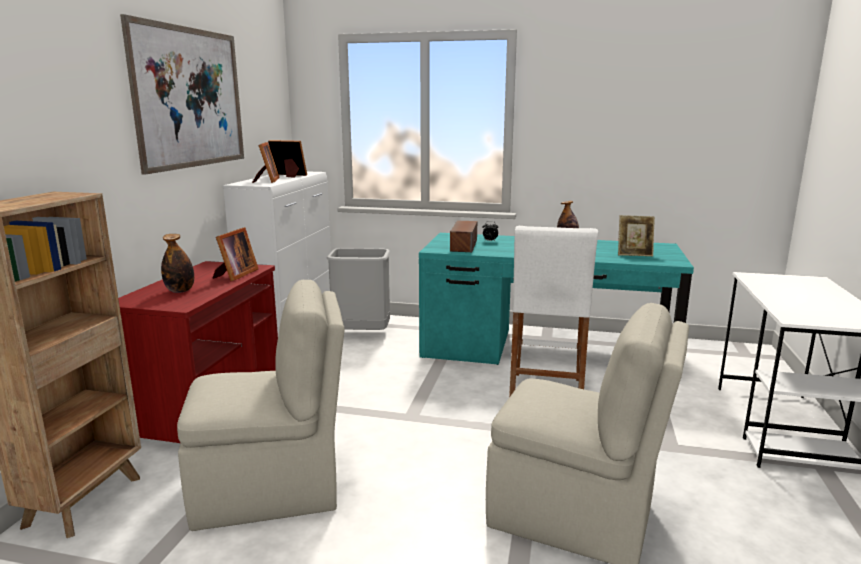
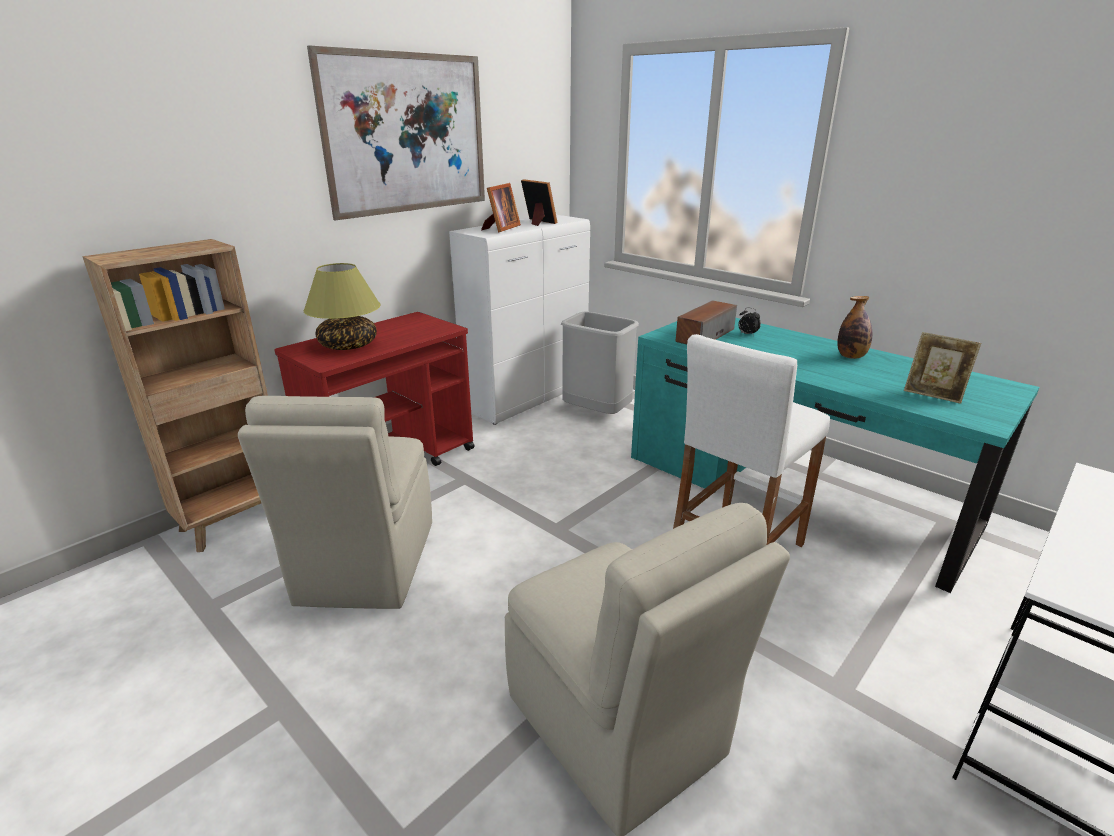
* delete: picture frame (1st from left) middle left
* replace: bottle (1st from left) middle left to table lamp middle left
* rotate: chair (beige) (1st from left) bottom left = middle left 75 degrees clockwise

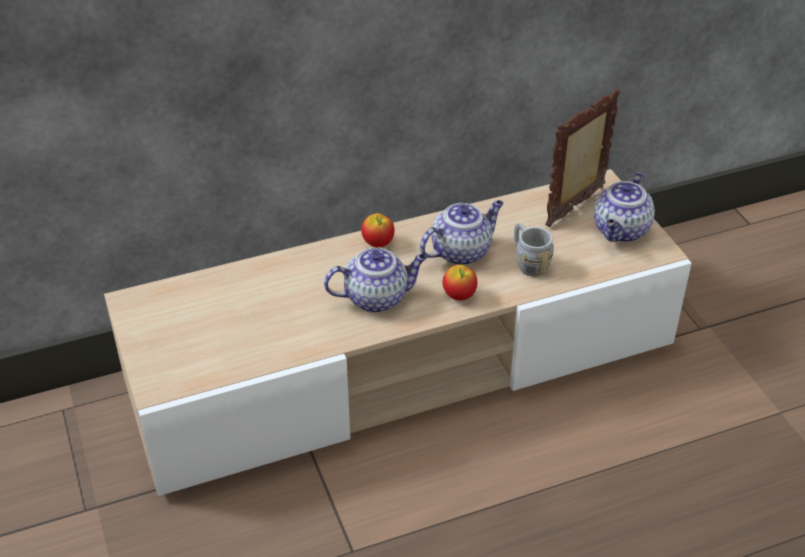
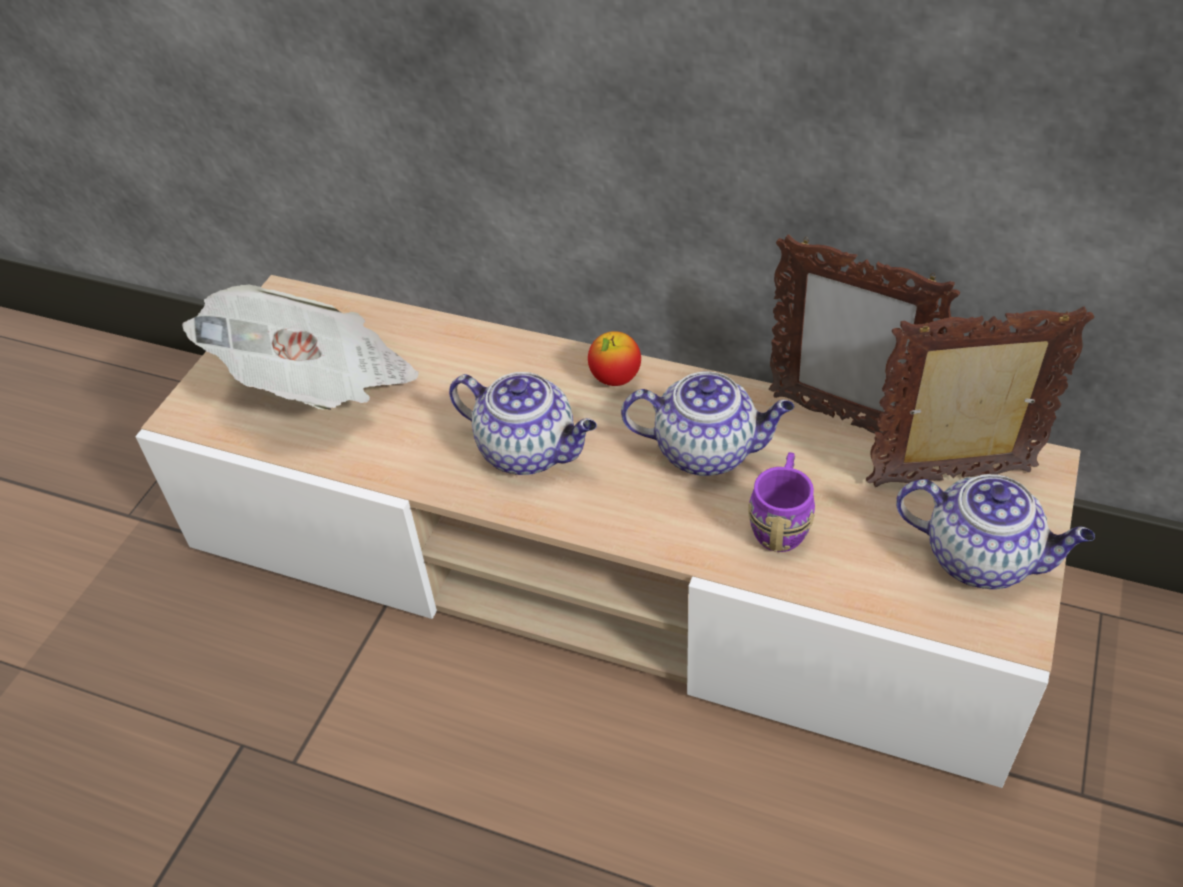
* rotate: teapot (3rd from left) middle right = middle right 135 degrees counterclockwise
* recolor: mug (grey) centre to mug (purple) centre
* delete: apple (2nd from left) centre
* insert: picture frame (1st from left) middle right
* insert: newspaper middle left

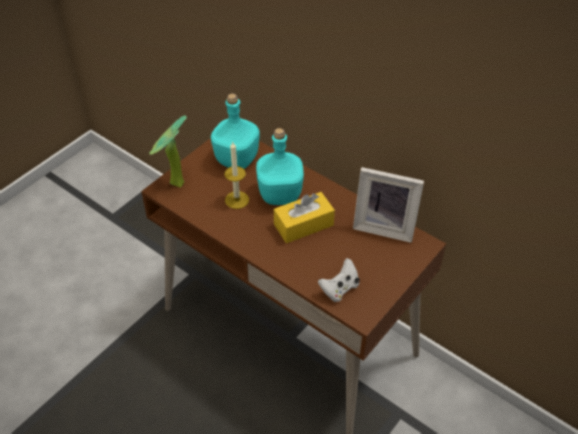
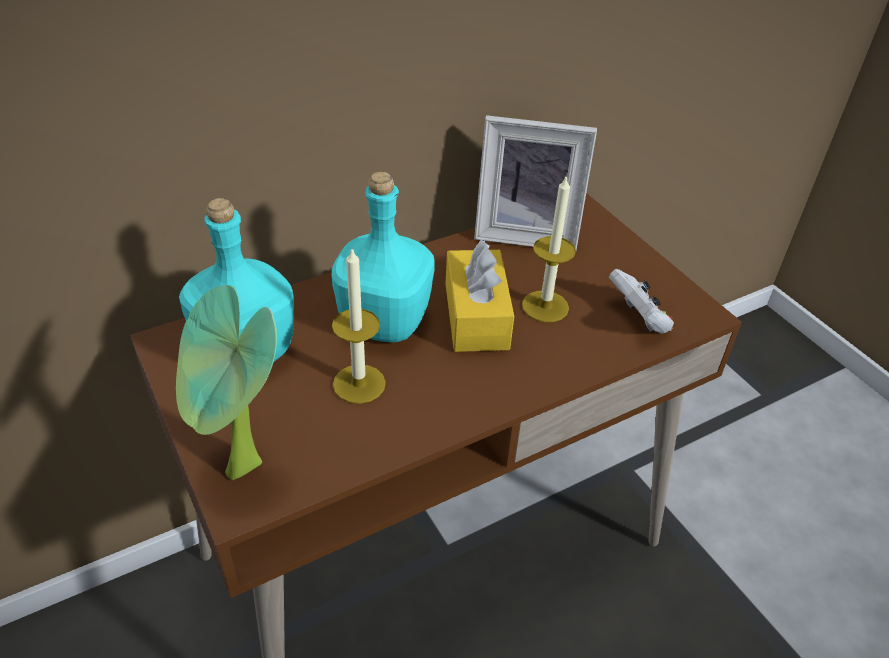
* rotate: picture frame middle right = top centre 60 degrees clockwise
* insert: candle (2nd from left) centre

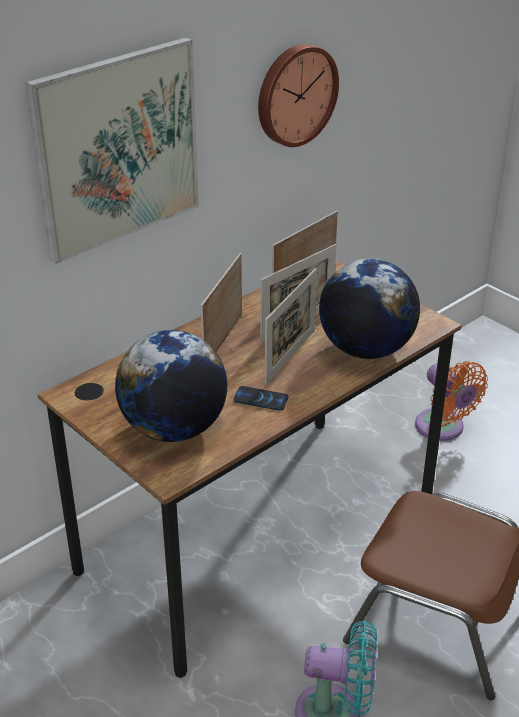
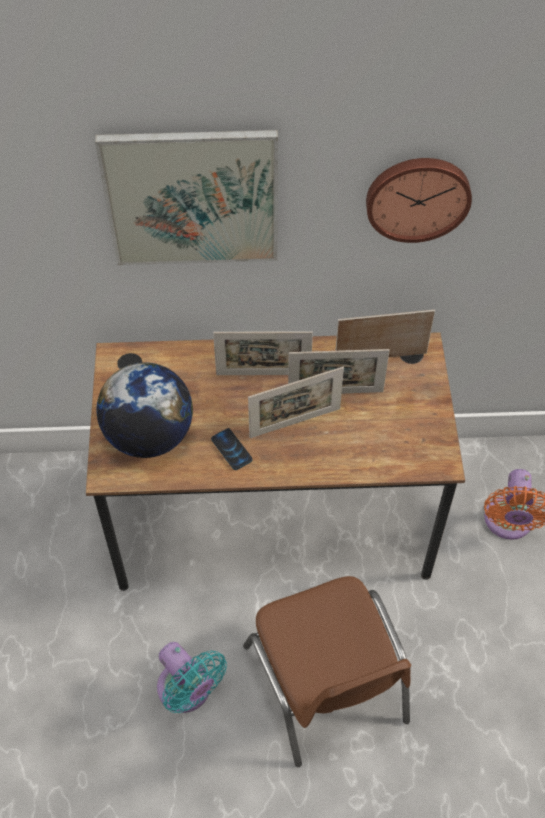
* rotate: picture frame (1st from left) centre = centre 150 degrees counterclockwise
* delete: globe (2nd from left) middle right

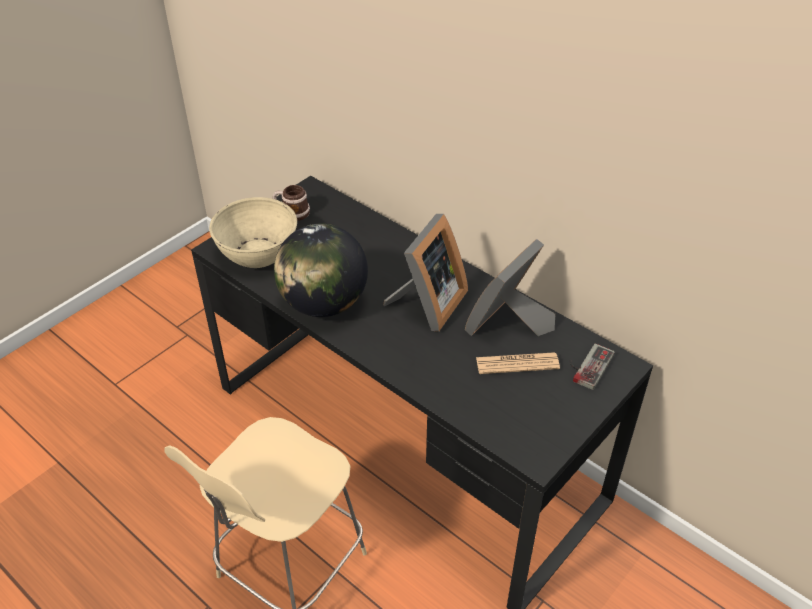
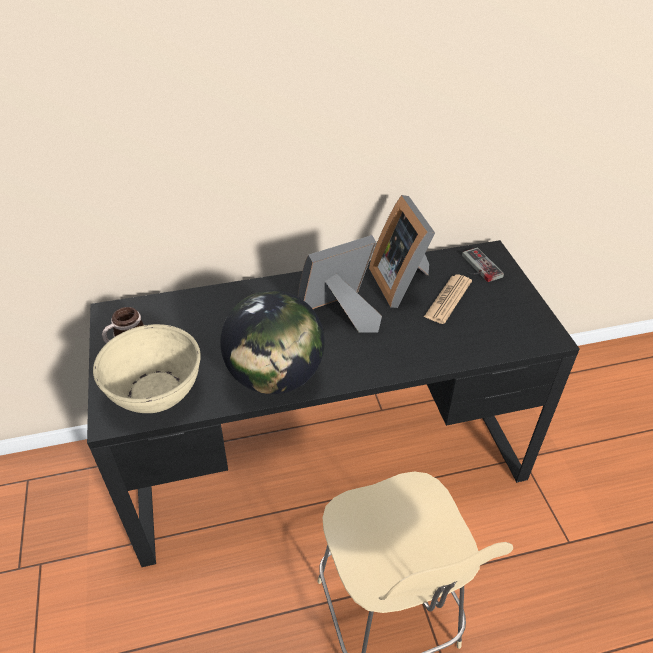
* rotate: picture frame (1st from left) centre = centre 90 degrees counterclockwise

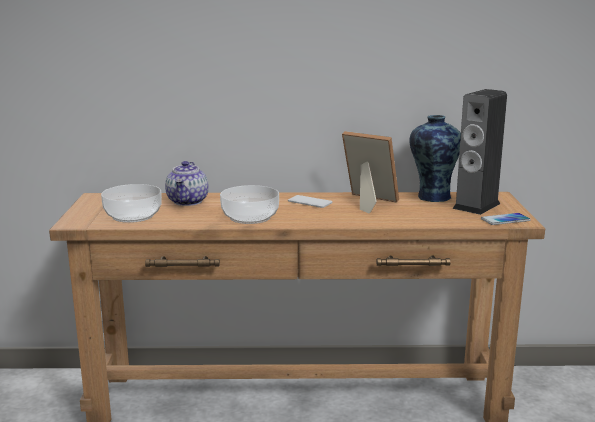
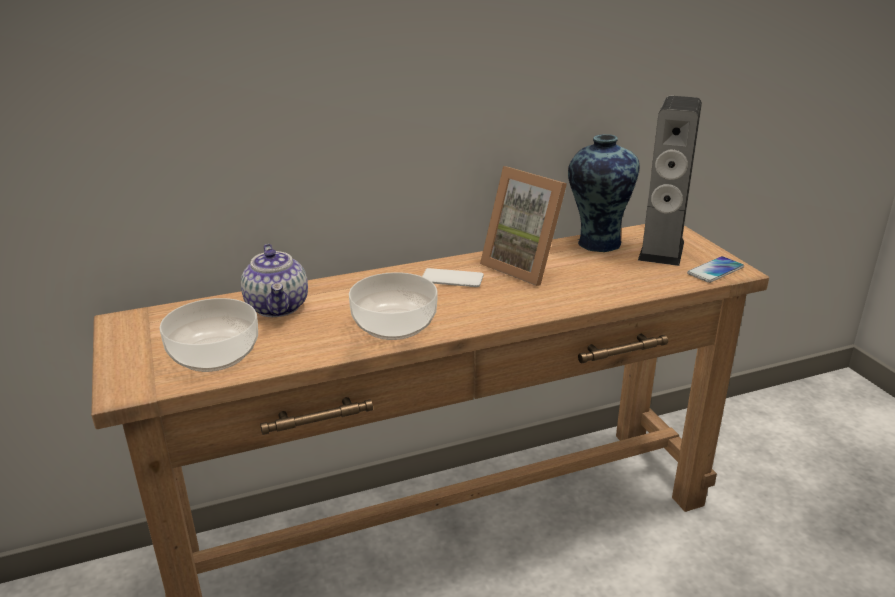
* rotate: picture frame centre = centre 150 degrees counterclockwise

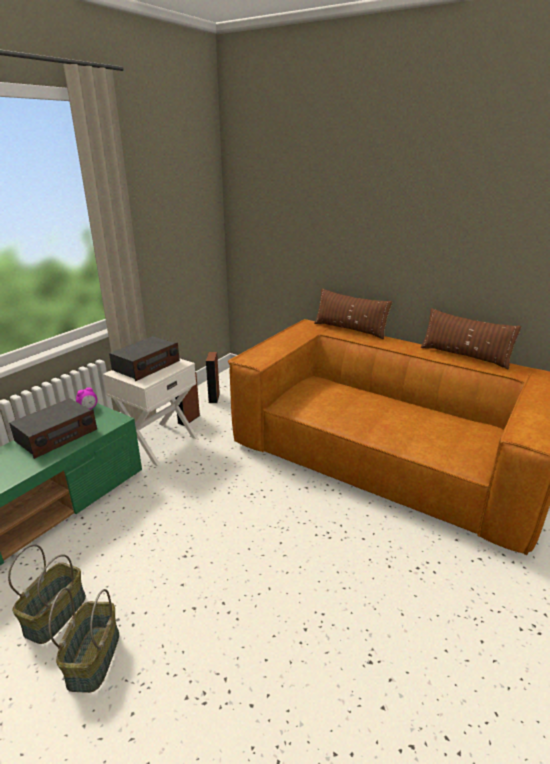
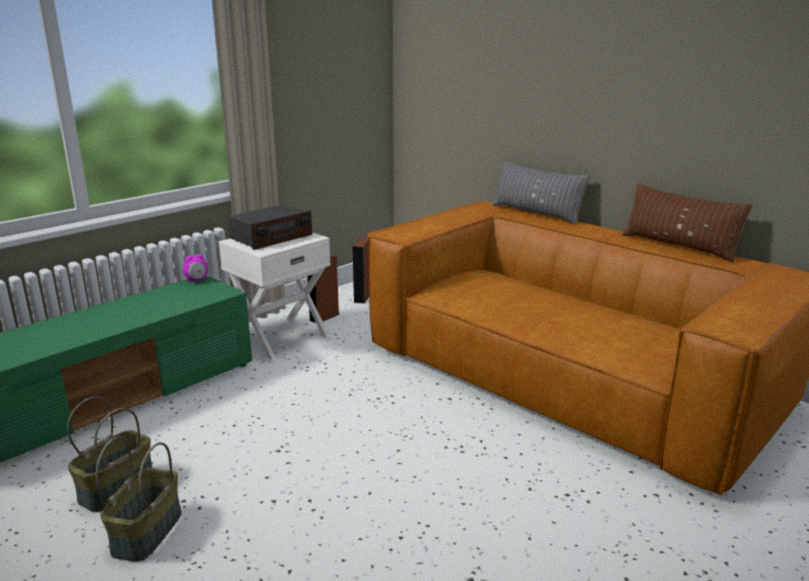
* recolor: pillow (brown) (1st from left) centre to pillow (grey) top right
* delete: radio (1st from left) middle left

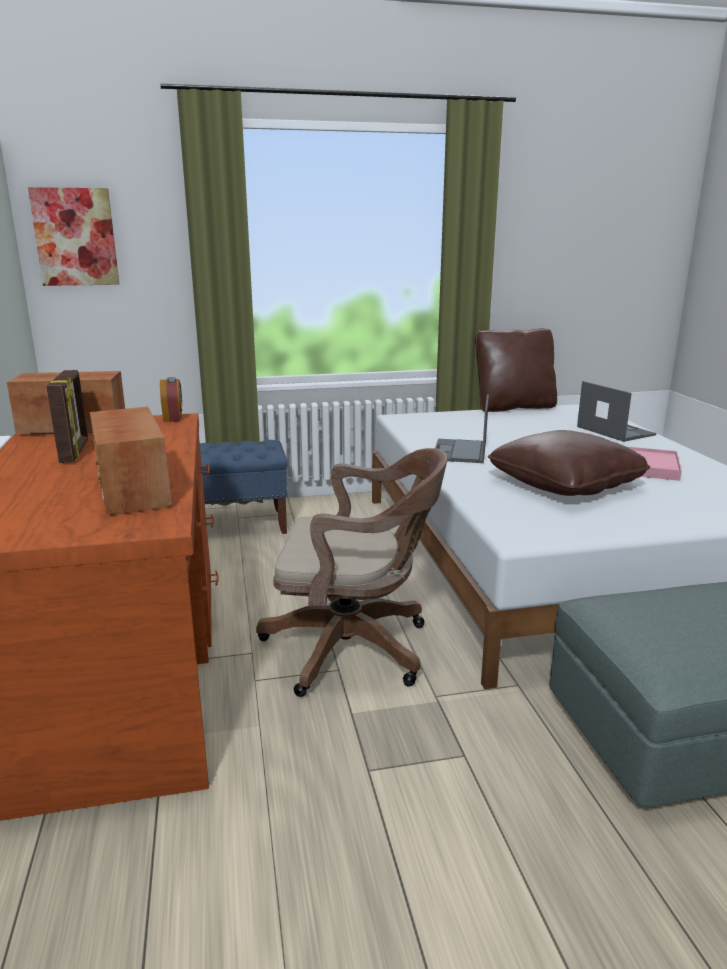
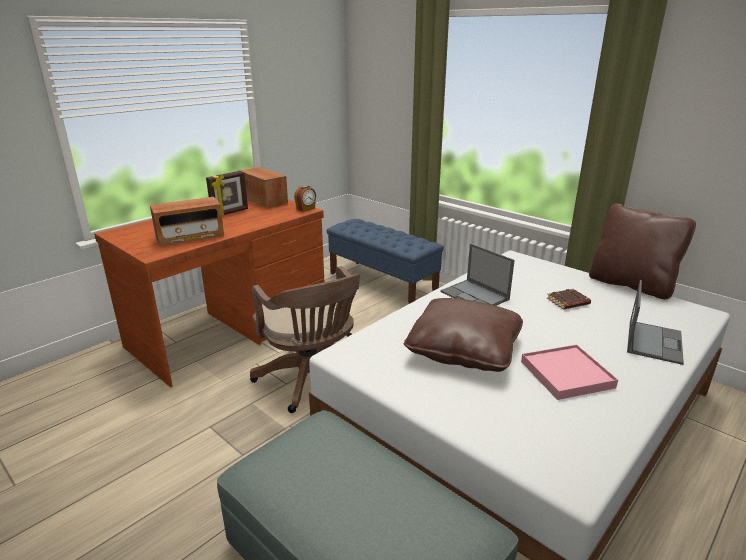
* delete: picture top left
* rotate: laptop (1st from left) centre = centre 105 degrees counterclockwise
* rotate: radio (2nd from left in the first image) middle left = middle left 150 degrees counterclockwise
* insert: book (brown) middle right

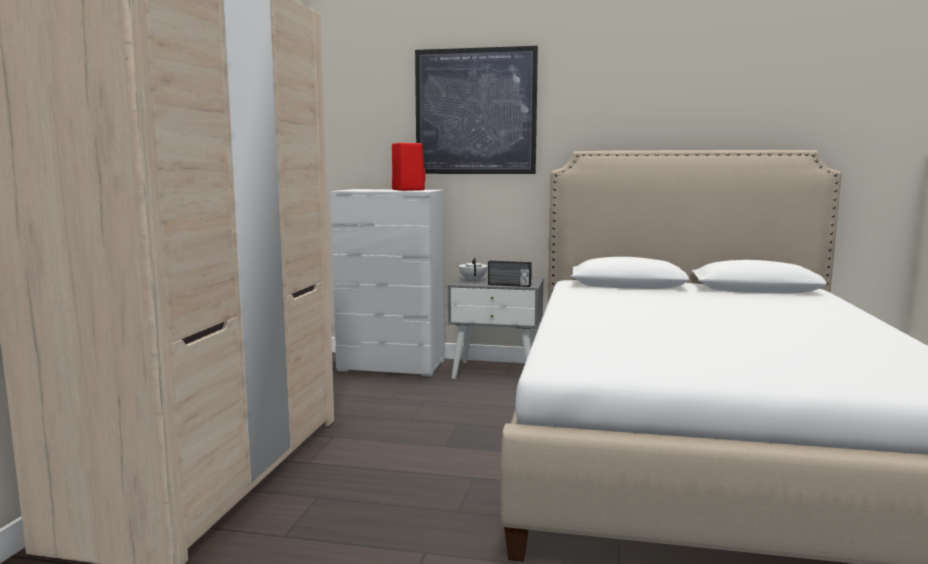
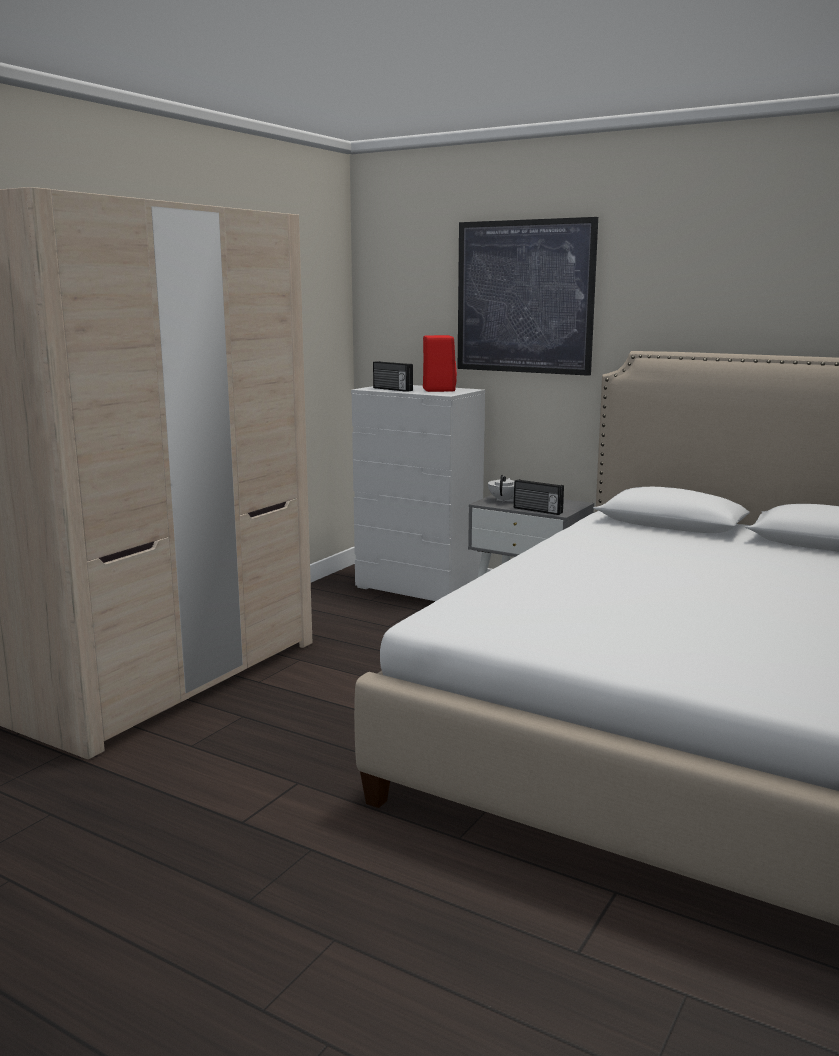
* insert: radio (1st from left) centre

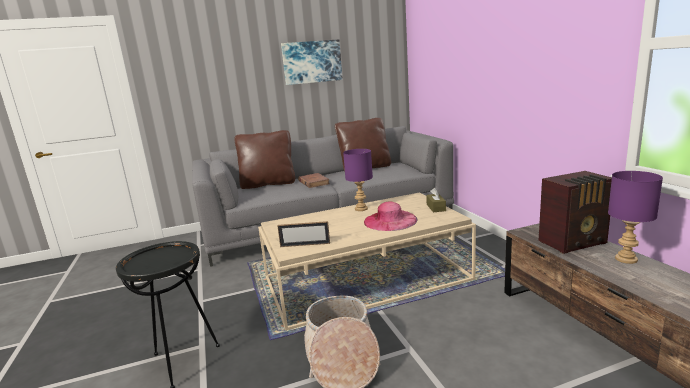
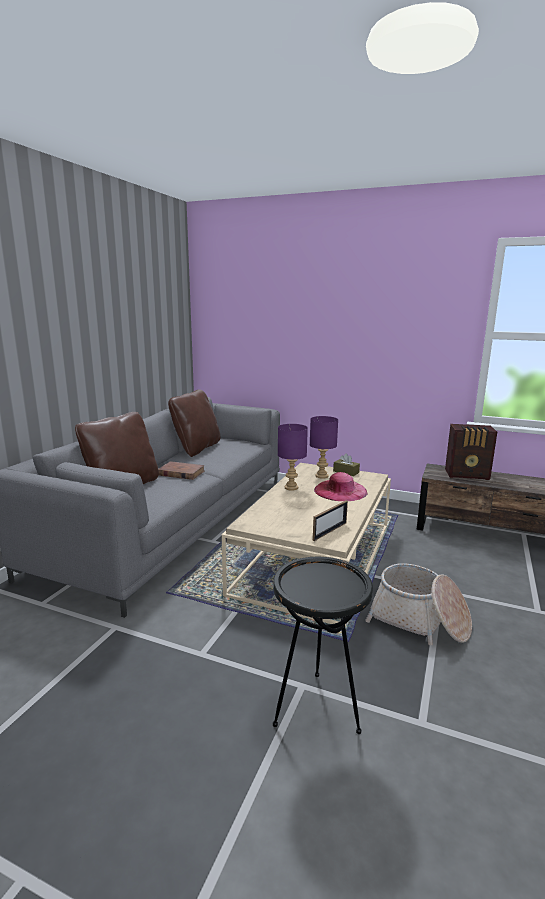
* delete: picture top centre
* rotate: radio middle right = middle right 75 degrees clockwise
* move: table lamp (purple) (2nd from left) middle right to centre

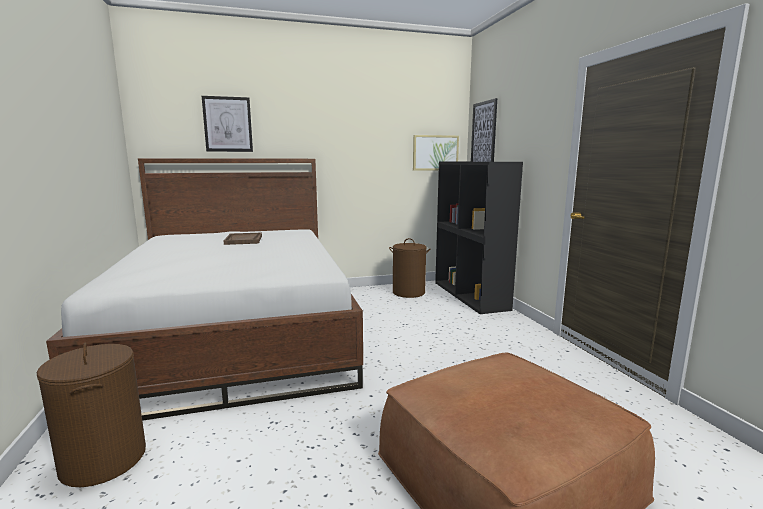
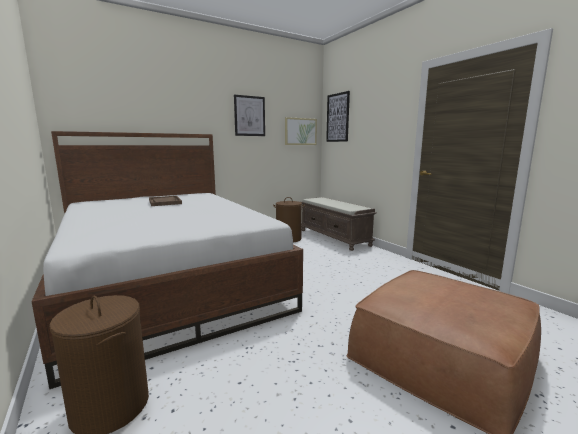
* move: picture (1st from left) top left to top centre
* replace: bookcase (black) centre to bench (brown) centre

